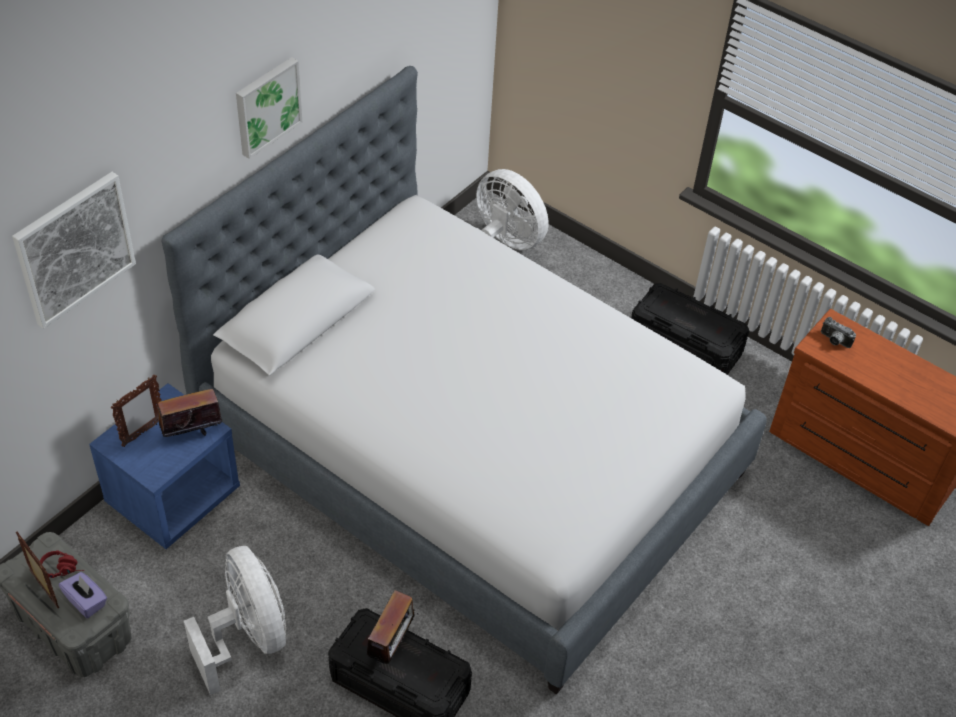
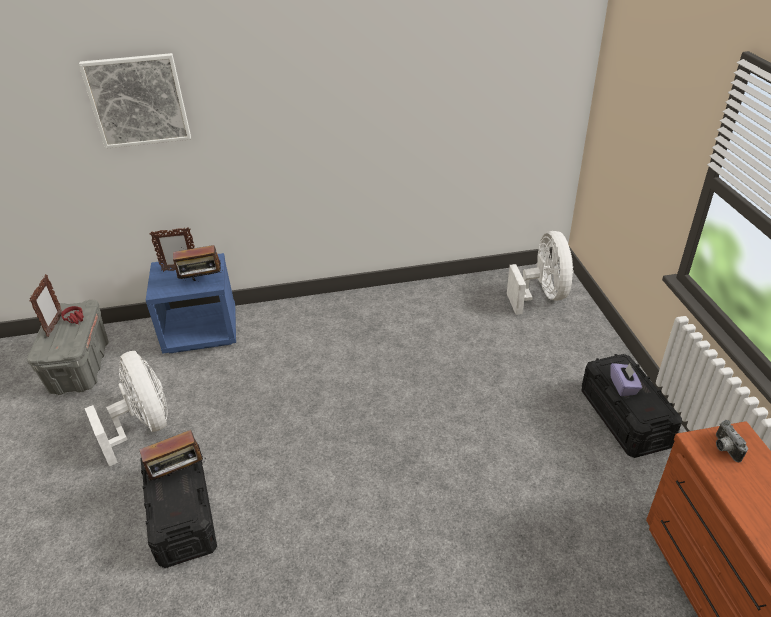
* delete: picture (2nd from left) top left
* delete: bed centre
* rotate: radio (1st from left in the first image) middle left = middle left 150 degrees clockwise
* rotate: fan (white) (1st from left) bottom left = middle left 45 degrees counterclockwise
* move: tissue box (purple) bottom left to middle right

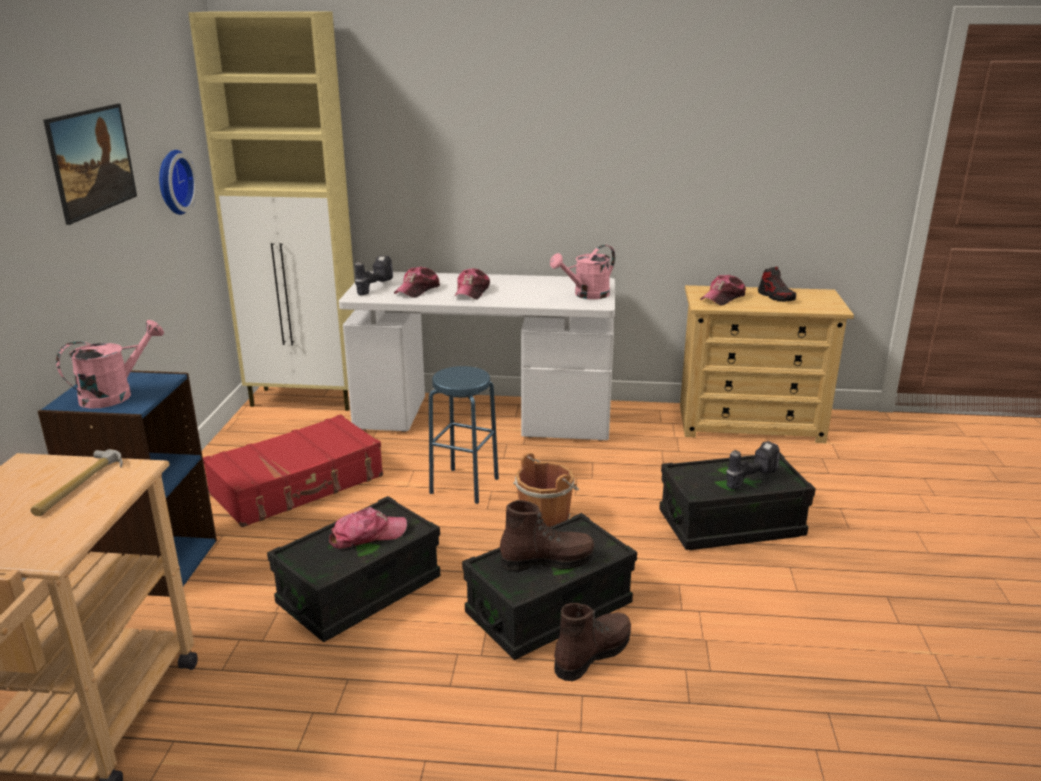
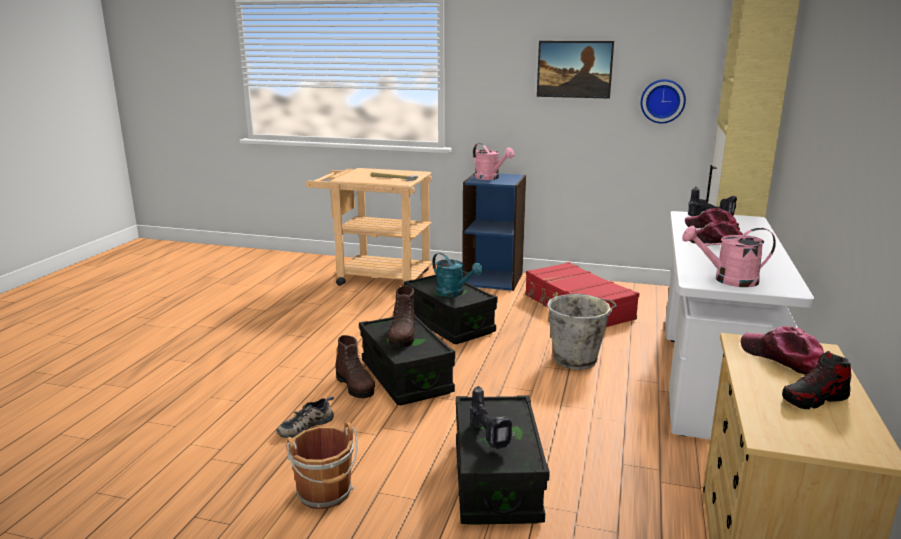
* rotate: watering can (pink) (2nd from left) centre = middle right 60 degrees counterclockwise
* replace: stool (blue) centre to bucket (grey) centre
* move: bucket (brown) centre to bottom centre
* replace: cap (1st from left) bottom centre to watering can (turquoise) centre
* insert: shoe (1st from left) bottom centre

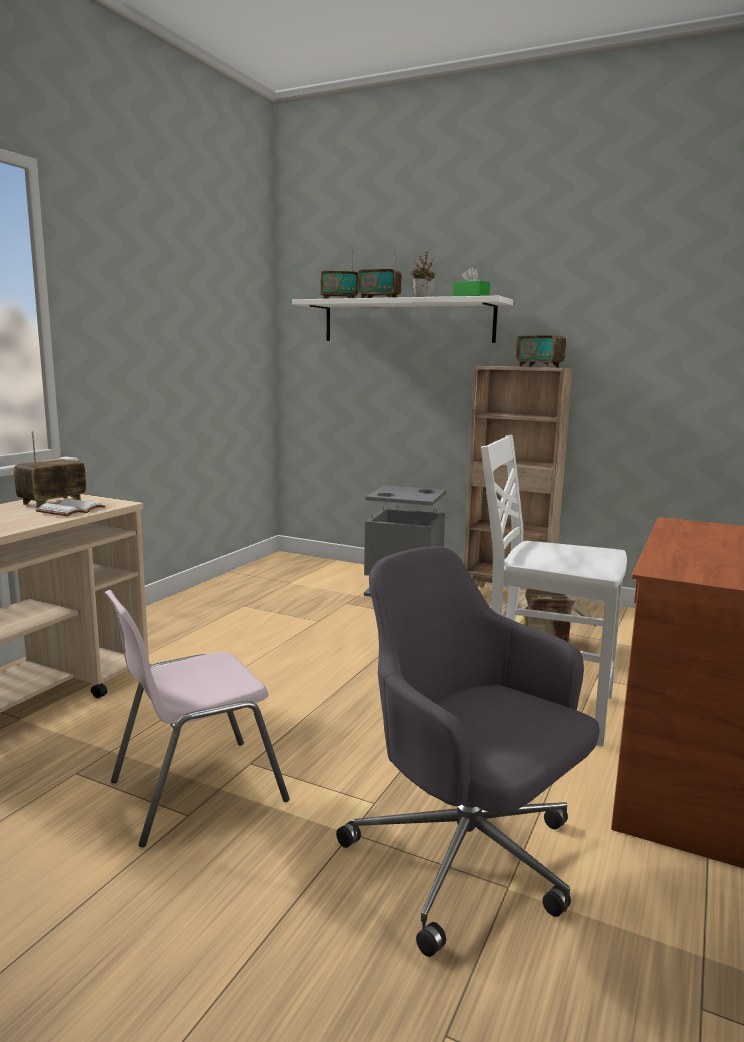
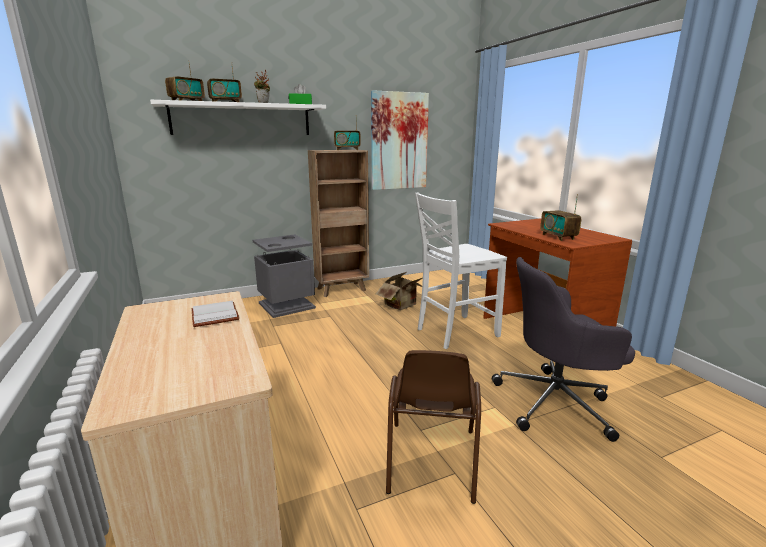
* move: radio (1st from left in the first image) middle left to radio (4th from left) middle right
* recolor: chair (pink) bottom left to chair (brown) bottom centre
* insert: picture top centre

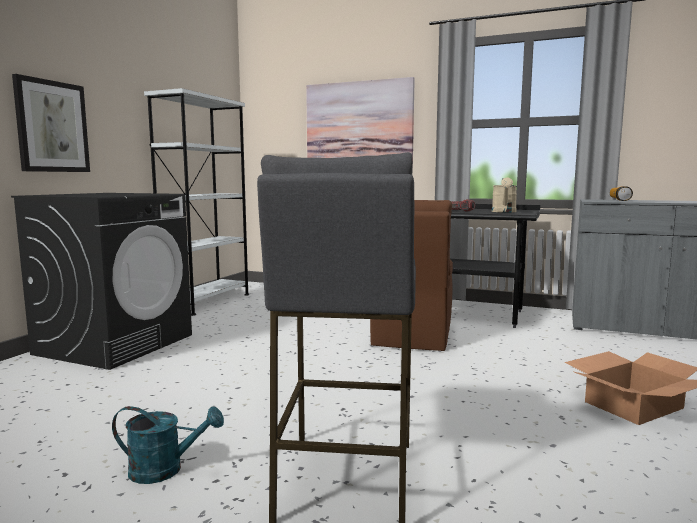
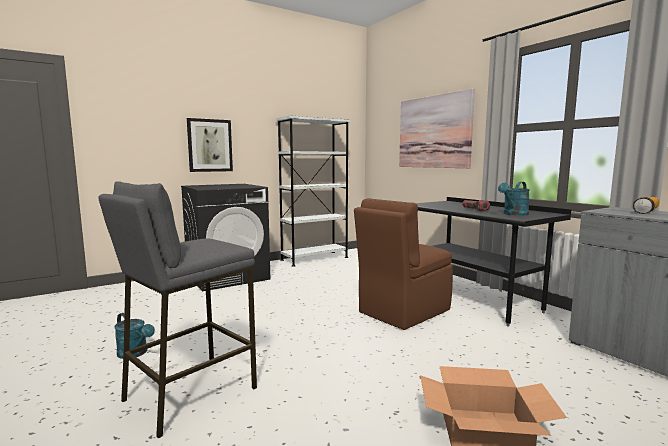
* recolor: watering can (beige) middle right to watering can (turquoise) (2nd from left) middle right

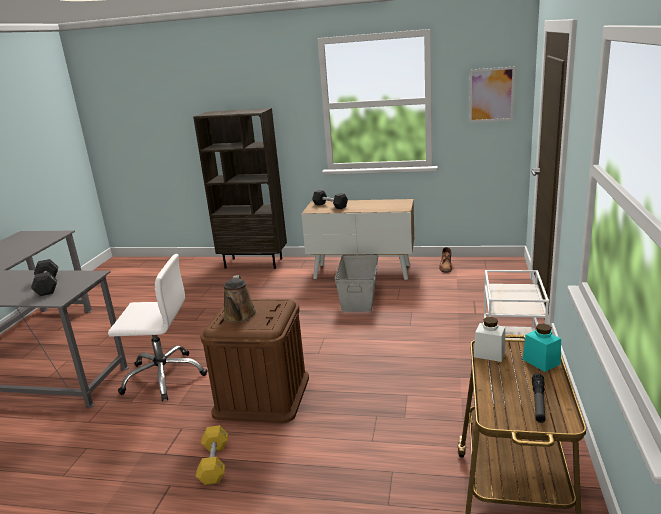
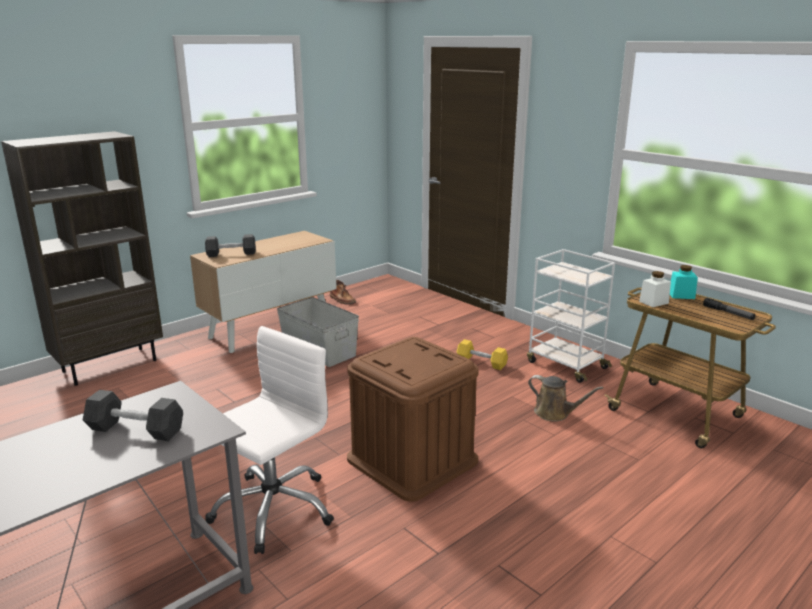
* delete: picture top right
* move: watering can (brown) centre to middle right
* move: dumbbell (yellow) bottom left to centre

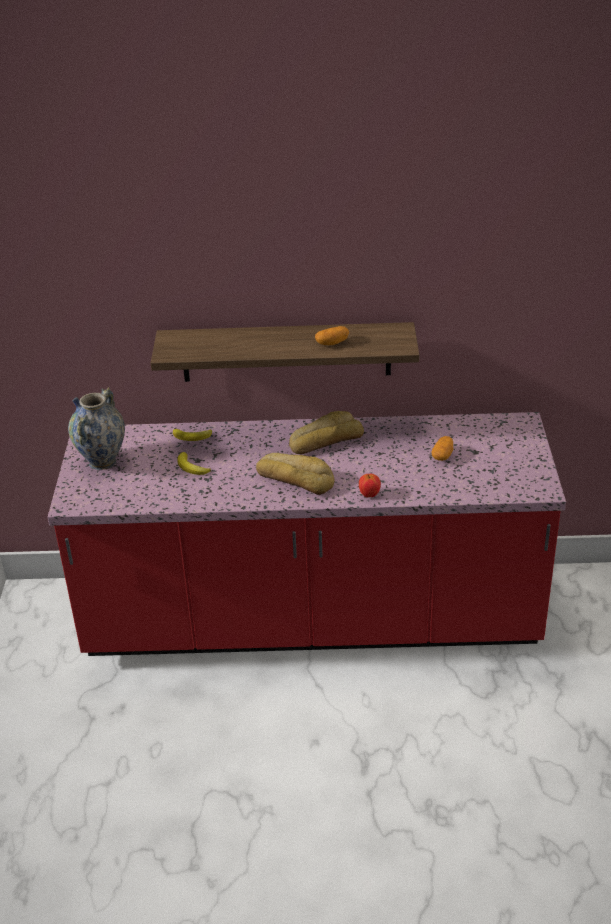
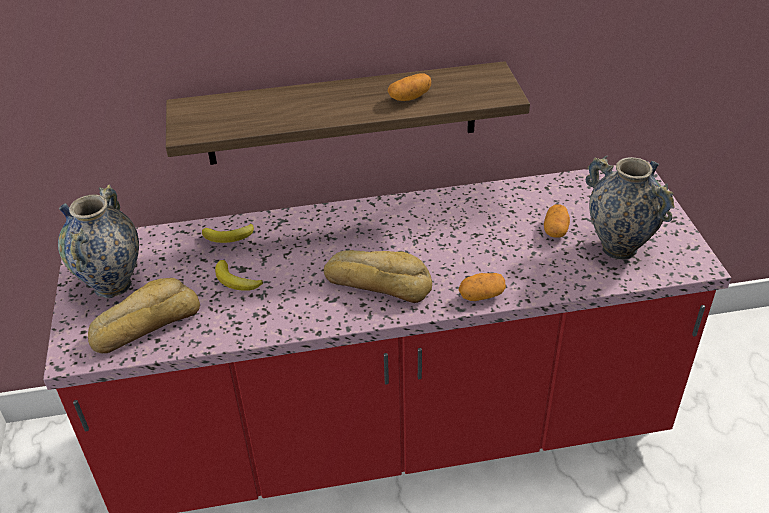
* move: bread (2nd from left in the first image) centre to bread (1st from left) middle left
* replace: apple centre to potato (2nd from left) centre
* insert: vase (2nd from left) middle right

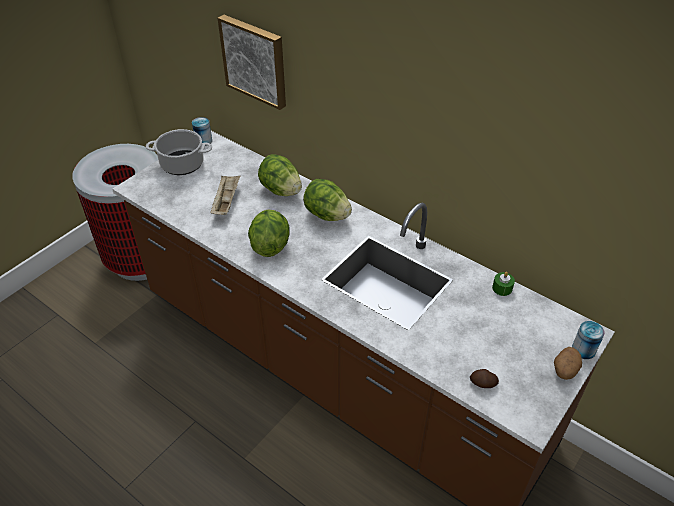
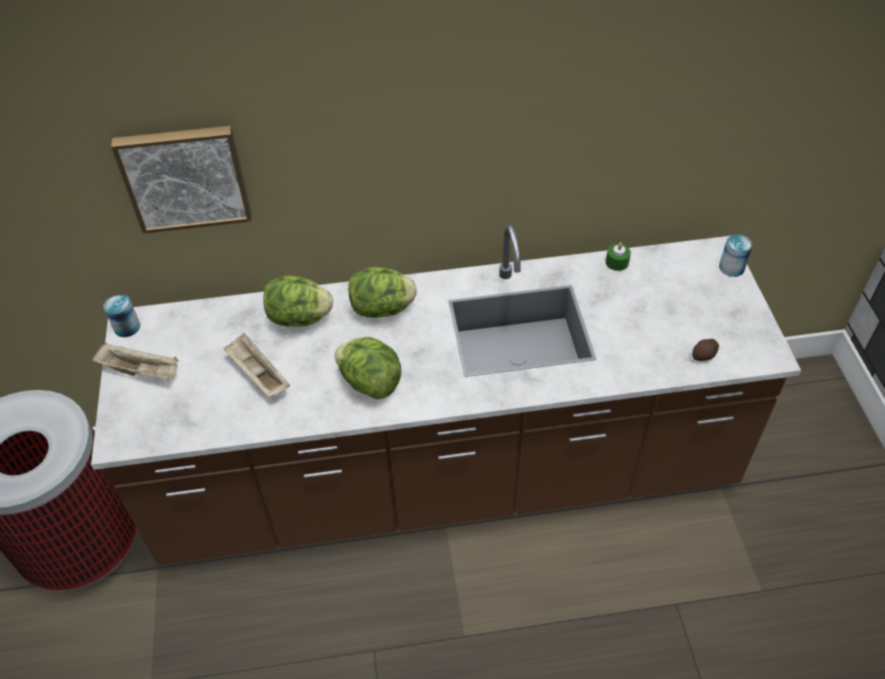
* replace: cooking pot top left to tray (beige) (1st from left) middle left
* delete: potato (2nd from left) bottom right

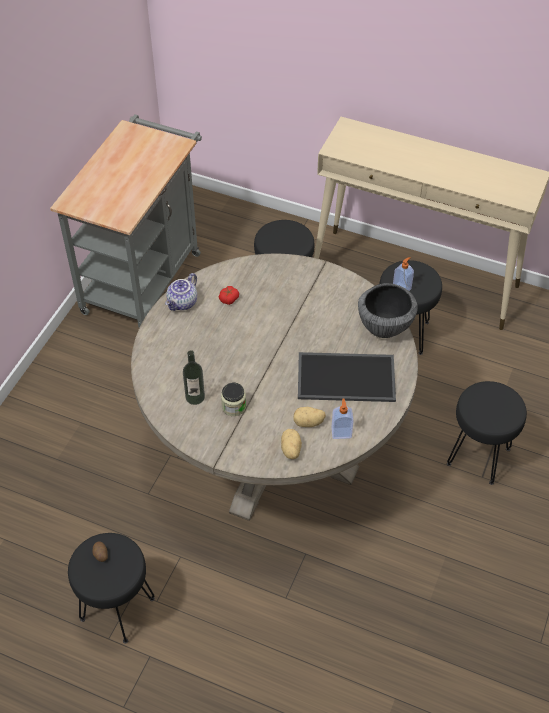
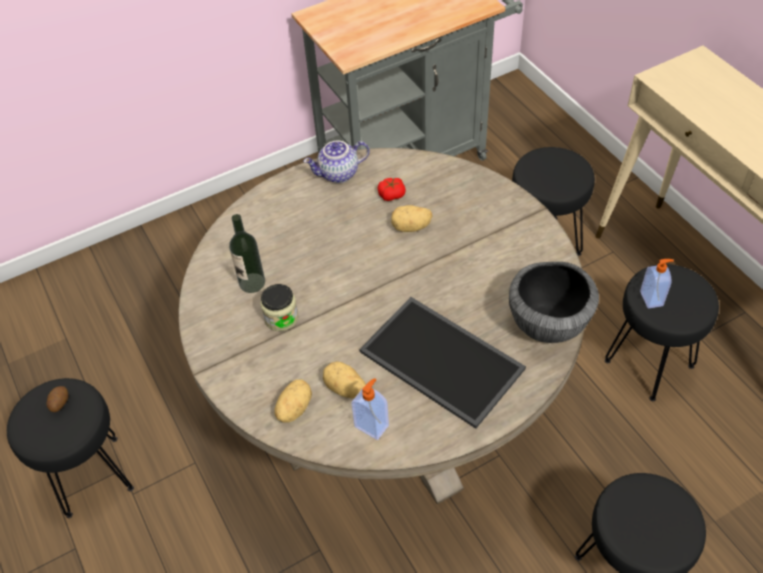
* insert: potato (4th from left) centre

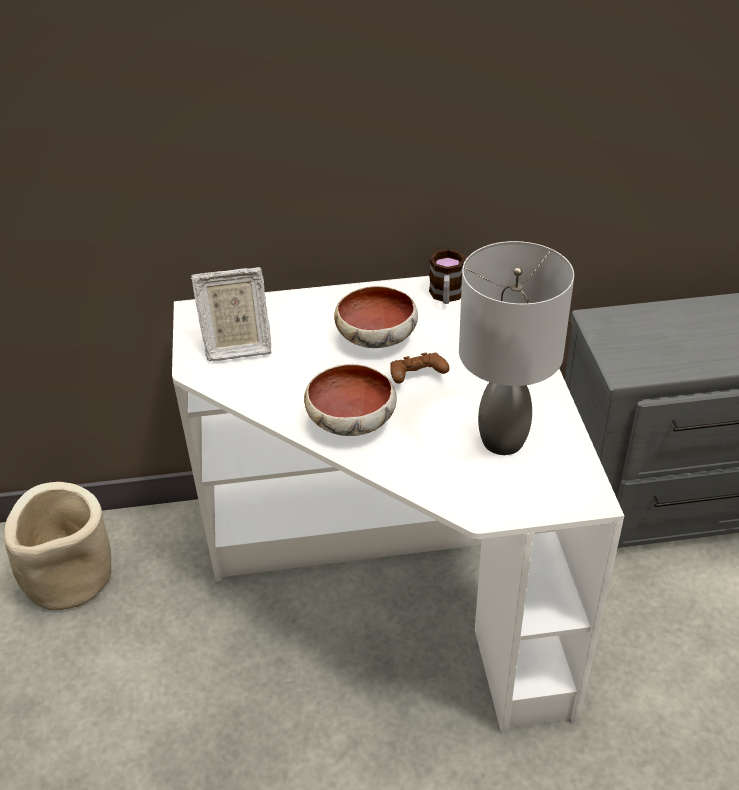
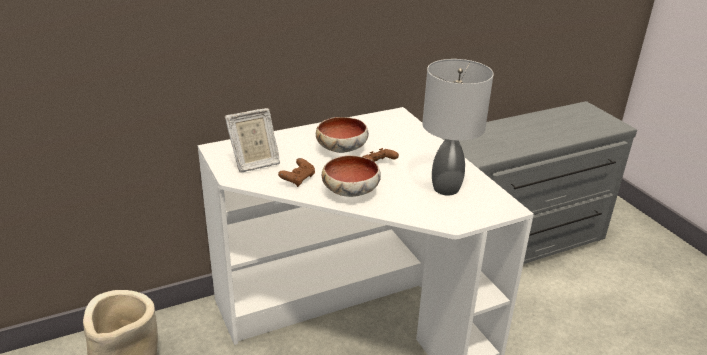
* delete: mug centre
* insert: game controller (brown) (1st from left) centre

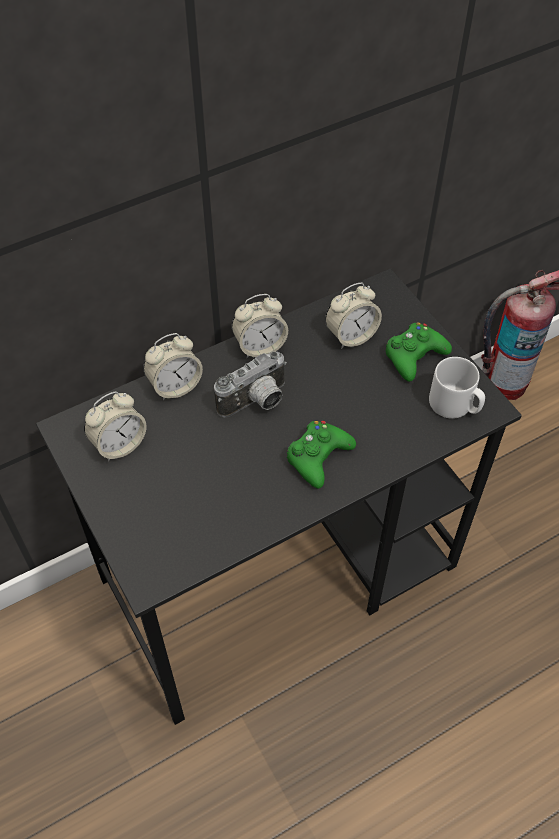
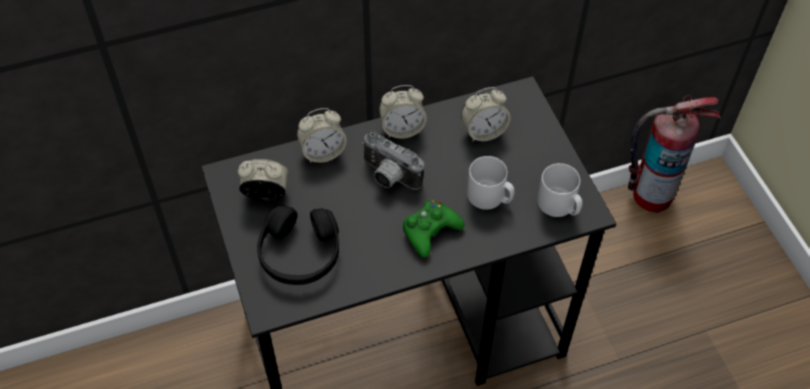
* delete: game controller (green) (2nd from left) middle right
* rotate: photo camera centre = centre 60 degrees clockwise
* rotate: alarm clock (1st from left) middle left = middle left 150 degrees counterclockwise
* insert: mug (grey) (1st from left) centre
* insert: headphones (black) centre

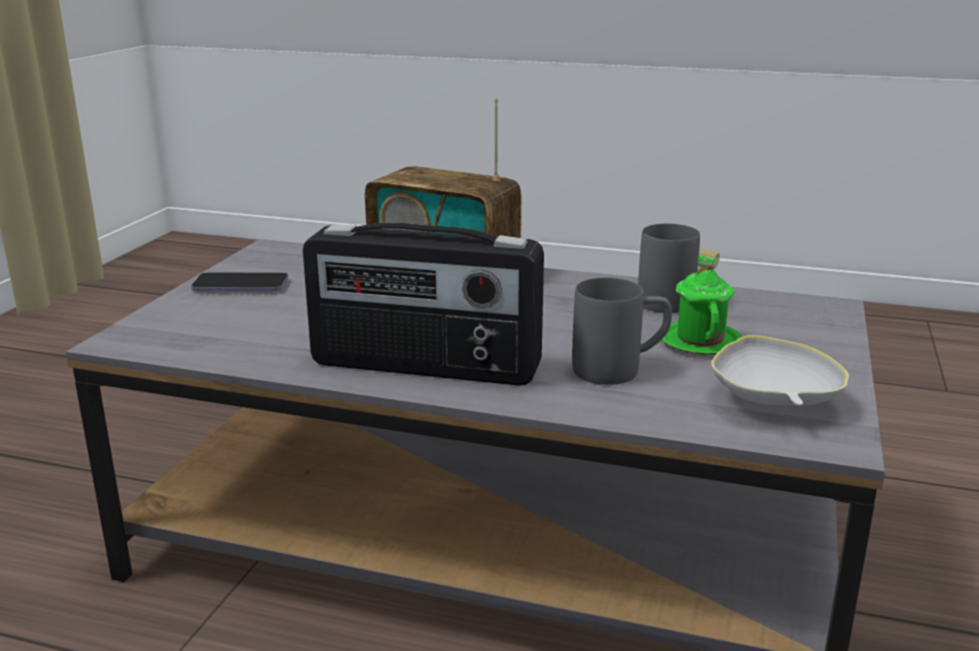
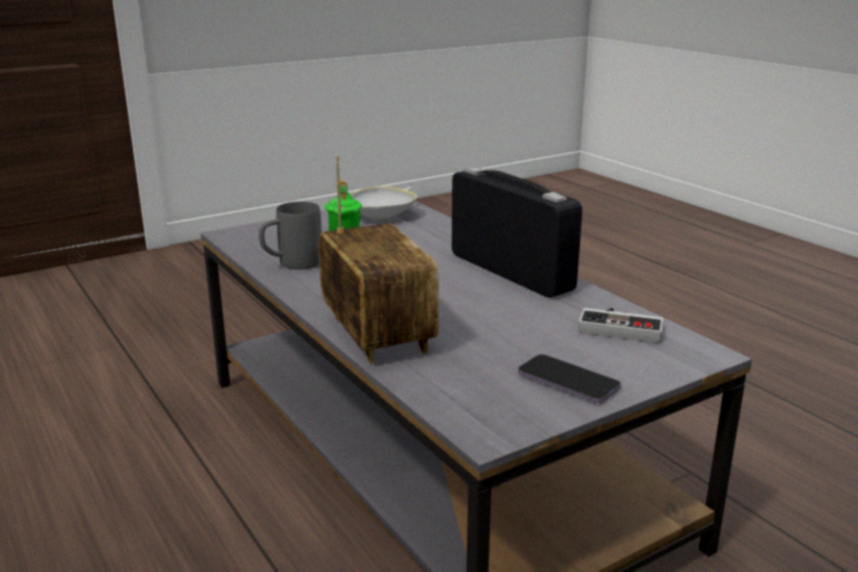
* delete: mug (grey) (1st from left) centre
* insert: game controller middle right

